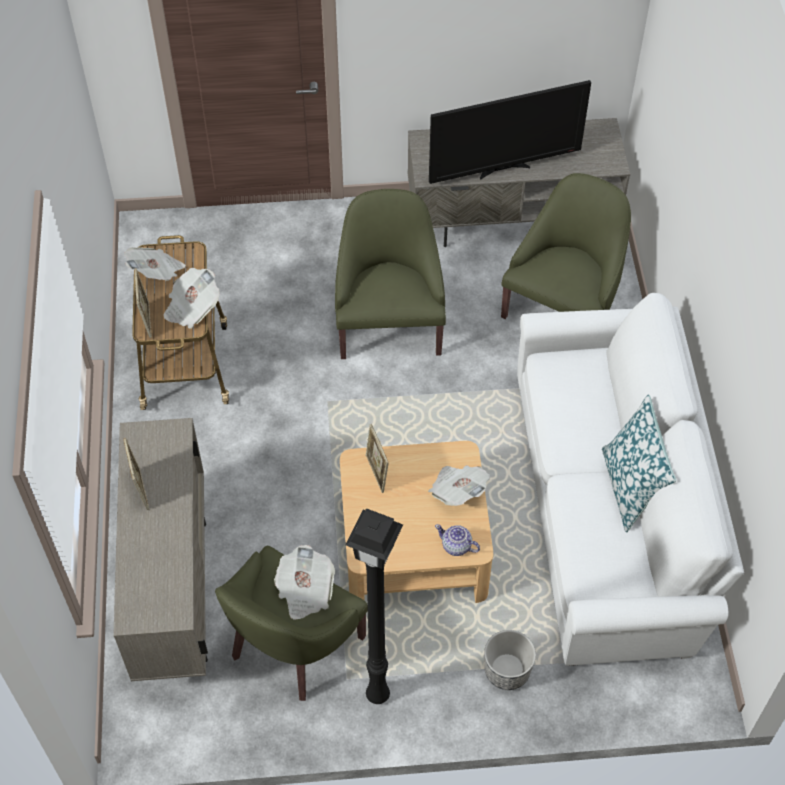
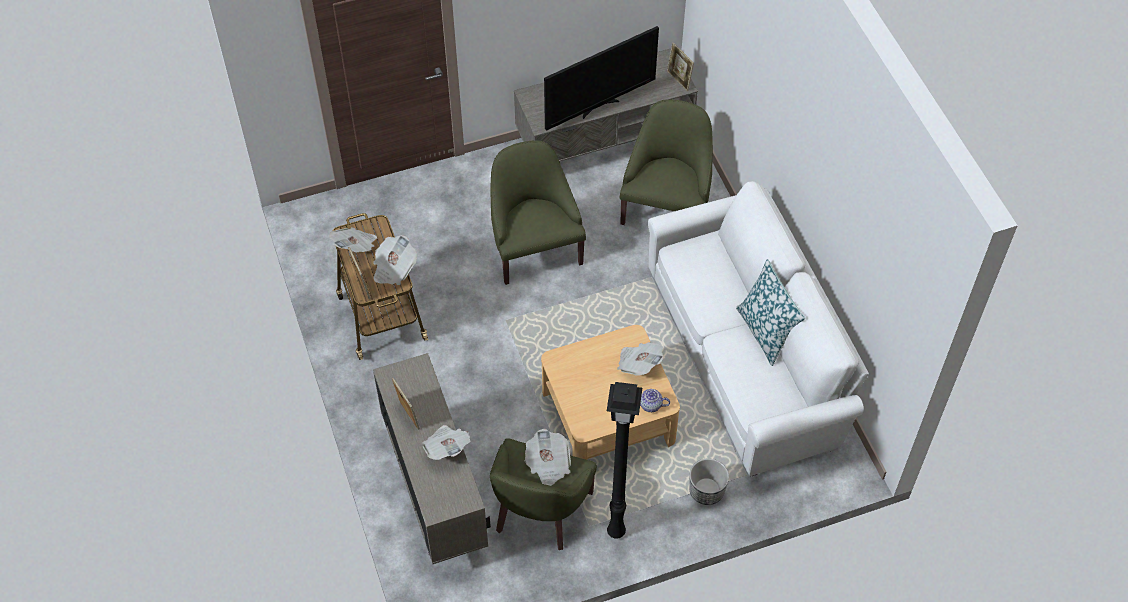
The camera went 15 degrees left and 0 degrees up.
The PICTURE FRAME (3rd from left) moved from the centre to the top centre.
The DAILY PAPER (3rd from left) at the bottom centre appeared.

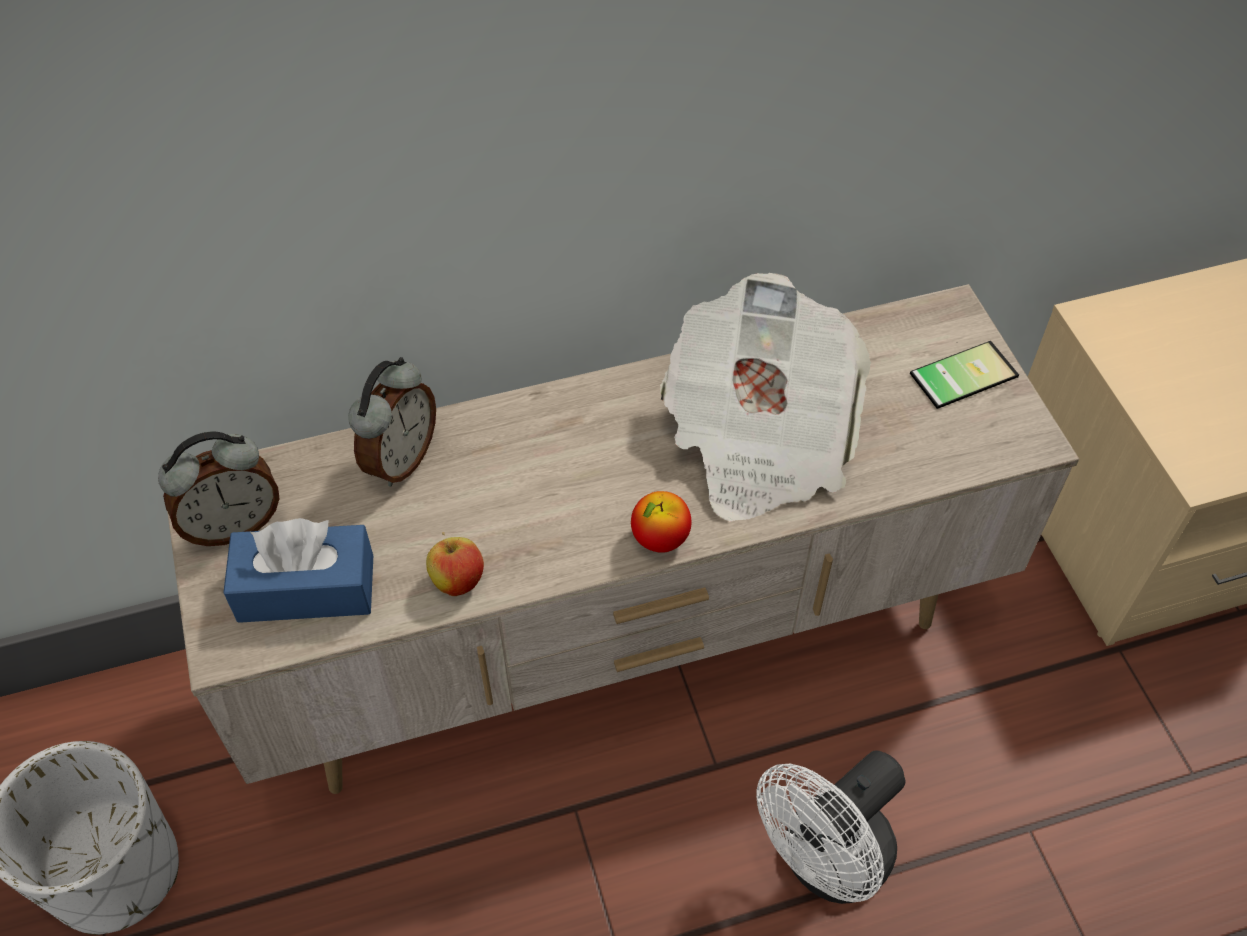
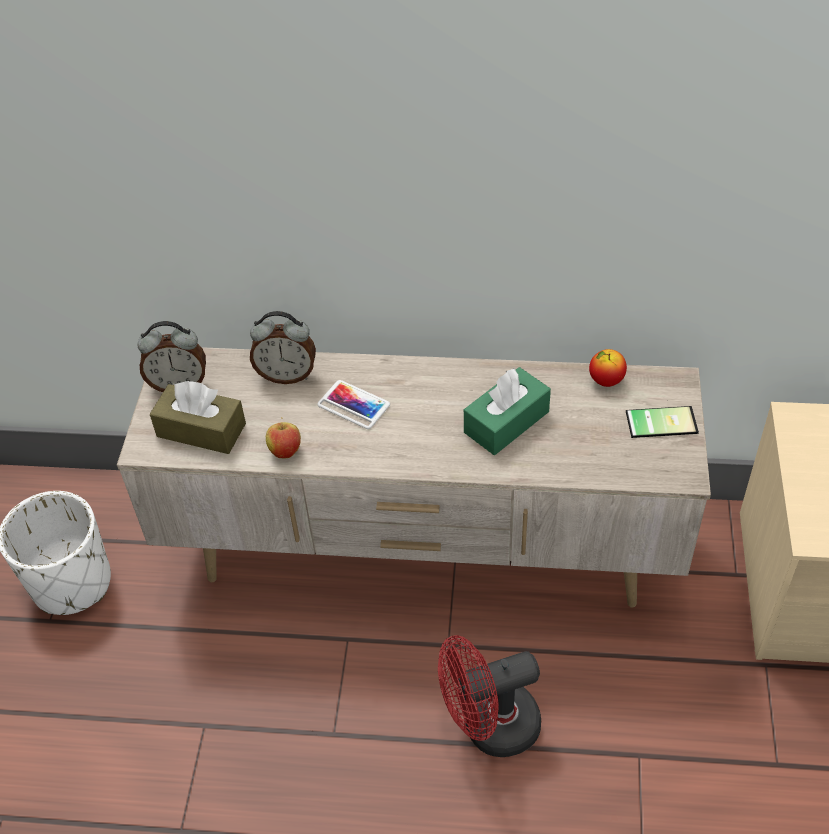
The camera went 25 degrees right and 5 degrees down.
The DAILY PAPER at the centre was replaced by the GREEN-COLOURED TISSUE BOX at the centre.
The ALARM CLOCK (2nd from left) at the middle left turned 45 degrees clockwise.
The WHOLE APPLE (2nd from left) moved from the centre to the middle right.
The BLUE-COLOURED TISSUE BOX at the middle left became the BROWNISH TISSUE BOX at the middle left.
The WHITE-COLOURED COOLING FAN at the bottom centre became the RED COOLING FAN at the bottom centre.
The TELEPHONE (1st from left) at the centre appeared.

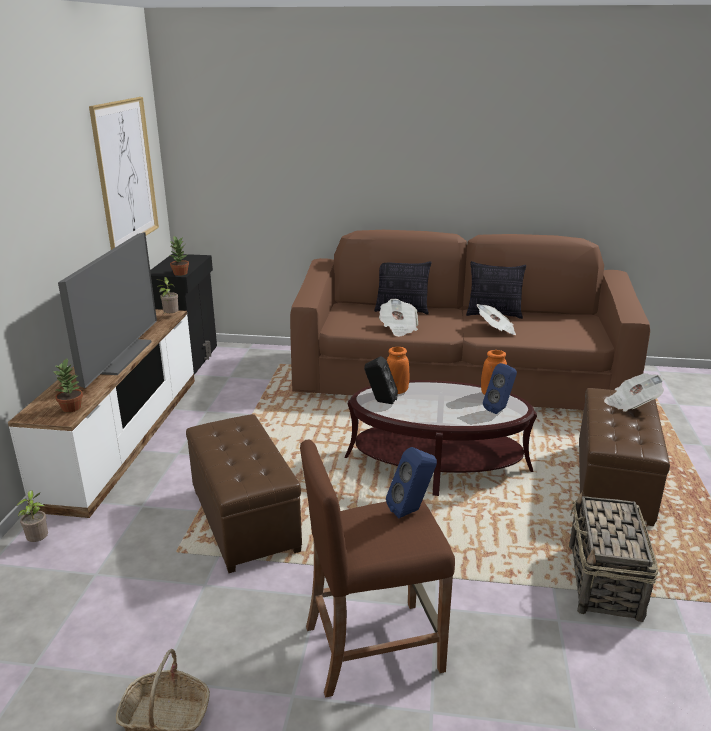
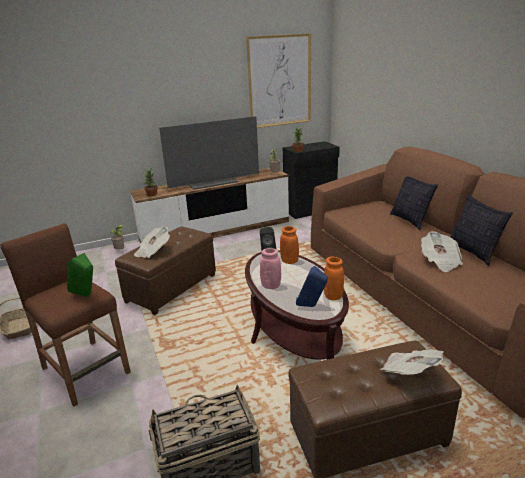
The camera went 60 degrees right and 0 degrees up.
The DAILY PAPER (1st from left) moved from the centre to the middle left.
The BLUE-COLOURED SPEAKER (1st from left) at the centre became the GREEN-COLOURED SPEAKER at the middle left.
The PINK-COLOURED FLOWER VASE at the centre appeared.

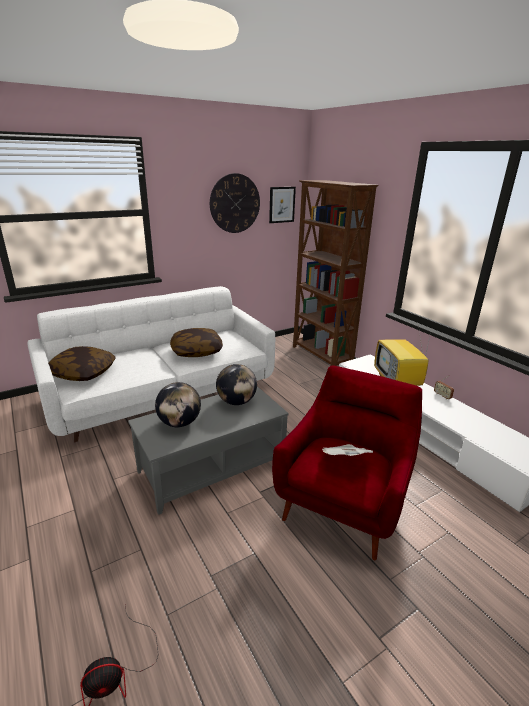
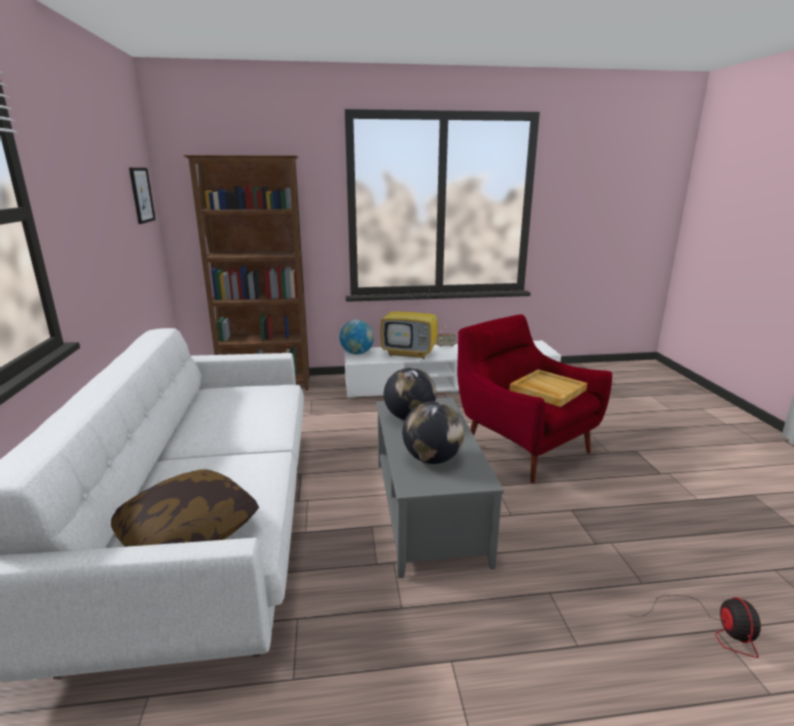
The camera went 65 degrees left and 5 degrees down.
The WALL CLOCK at the top centre disappeared.
The CUSHION (2nd from left) at the centre disappeared.
The DAILY PAPER at the centre was replaced by the SAND-COLOURED SERVING TRAY at the middle right.
The GLOBE (1st from left) at the centre appeared.

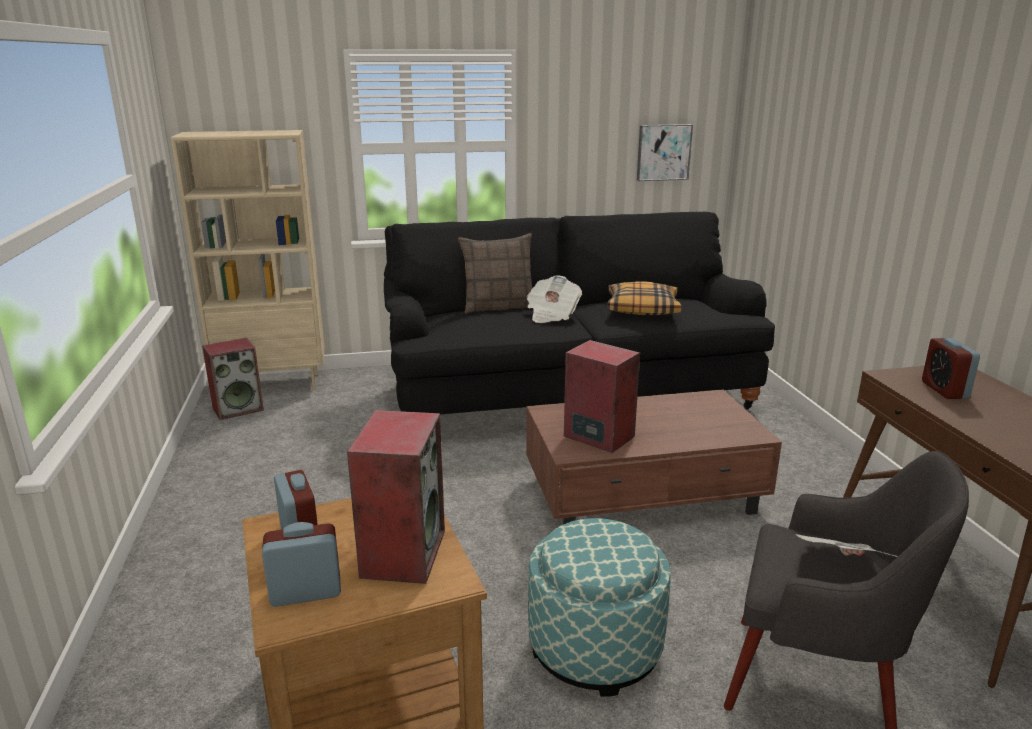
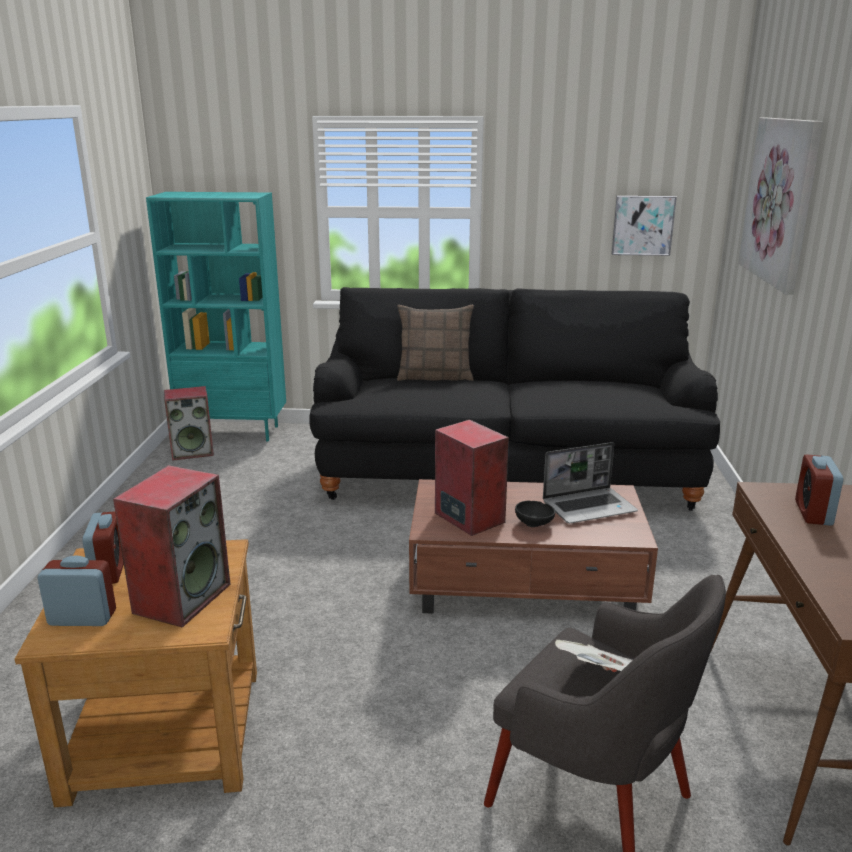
The camera went 15 degrees right and 0 degrees up.
The SAND-COLOURED SHELVING UNIT at the middle left became the TURQUOISE SHELVING UNIT at the middle left.
The DAILY PAPER (1st from left) at the centre disappeared.
The CUSHION (2nd from left) at the centre disappeared.
The FOOTREST at the bottom centre disappeared.
The PICTURE (2nd from left) at the top right appeared.
The NOTEBOOK COMPUTER at the middle right appeared.
The BLACK-COLOURED SERVING BOWL at the centre appeared.

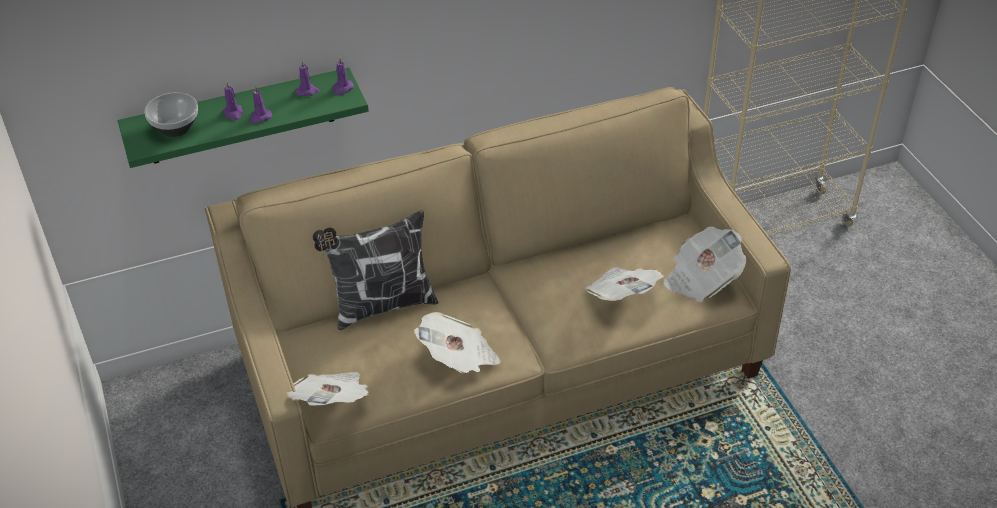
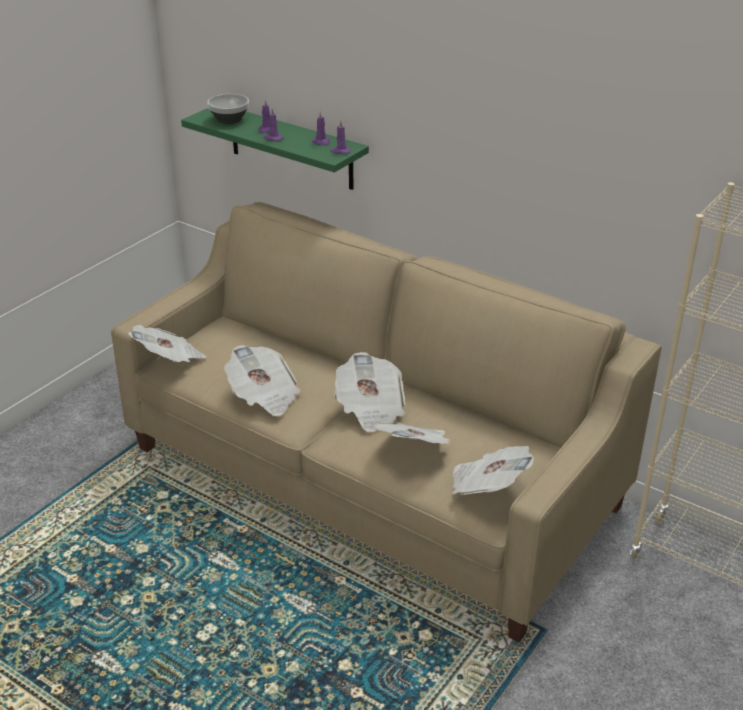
The camera went 55 degrees right and 10 degrees down.
The CUSHION at the centre disappeared.
The DAILY PAPER (3rd from left) at the centre appeared.

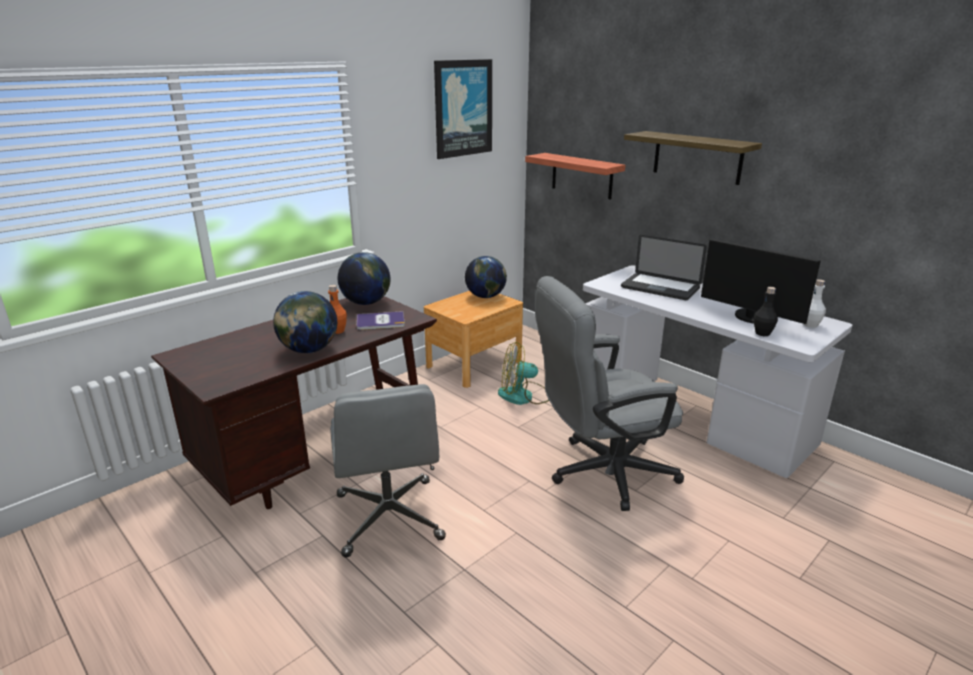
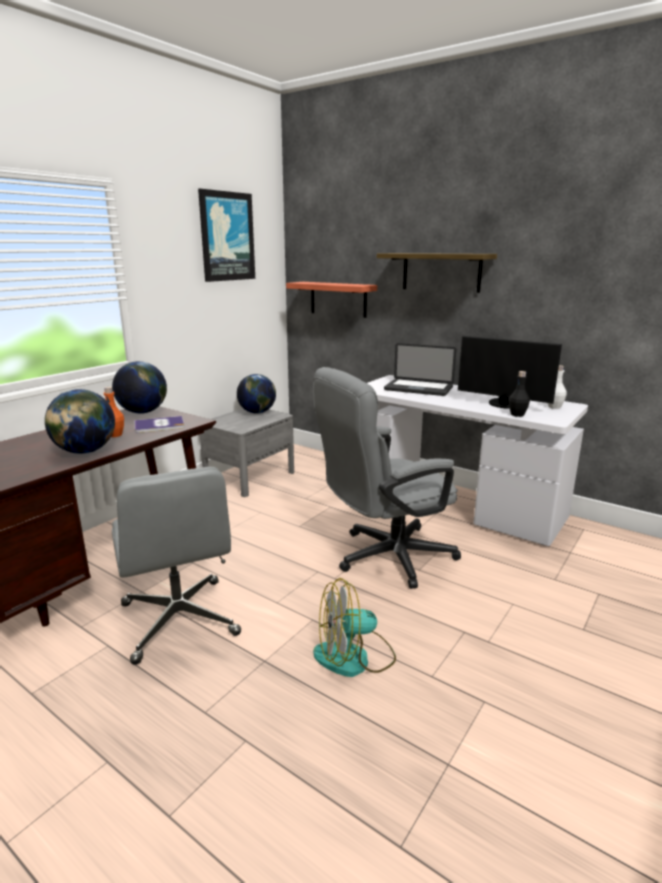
The camera went 10 degrees left and 5 degrees down.
The BROWNISH NIGHT TABLE at the centre became the GREYISH NIGHT TABLE at the centre.
The COOLING FAN moved from the centre to the bottom centre.

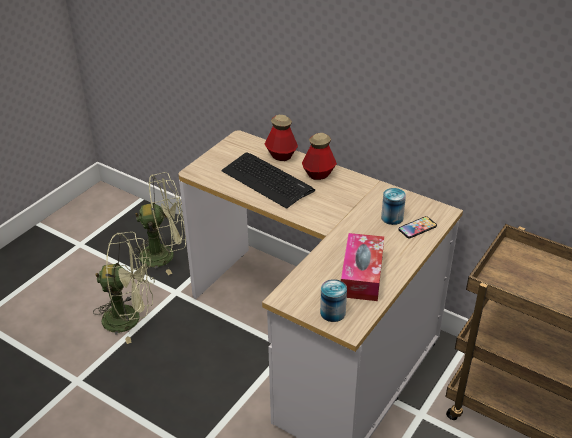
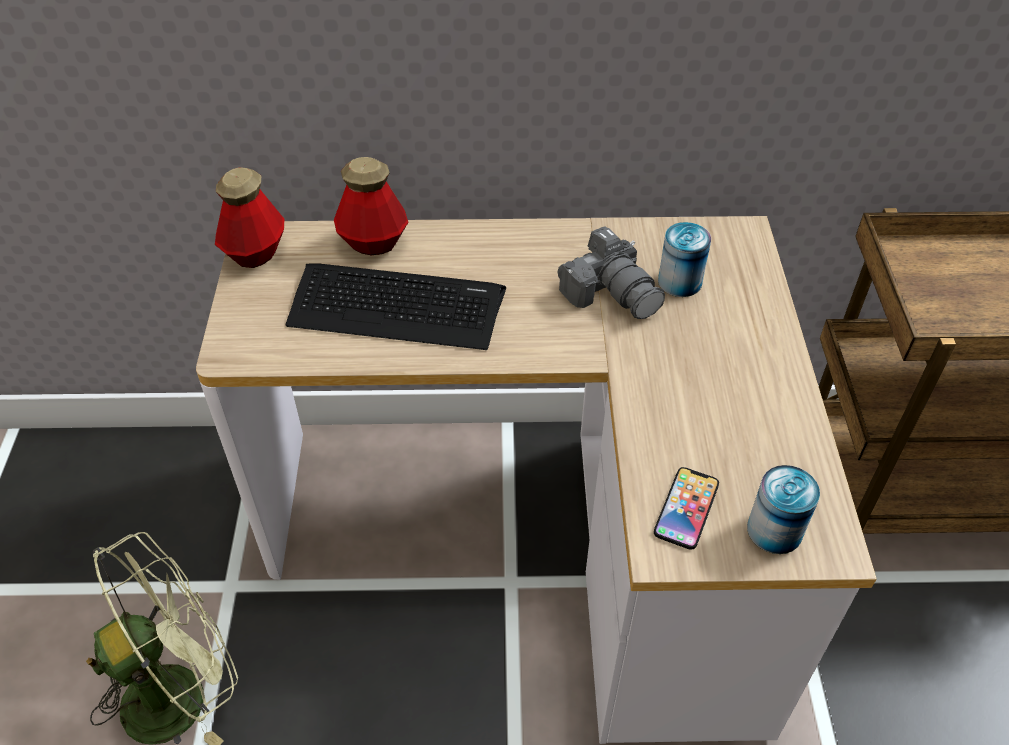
The camera went 35 degrees left and 10 degrees up.
The BOTTLE (2nd from left in the first image) moved from the centre to the top left.
The GREEN-COLOURED COOLING FAN (2nd from left) at the middle left disappeared.
The TELEPHONE moved from the middle right to the bottom right.
The TISSUE BOX at the centre disappeared.
The STILL CAMERA at the centre appeared.

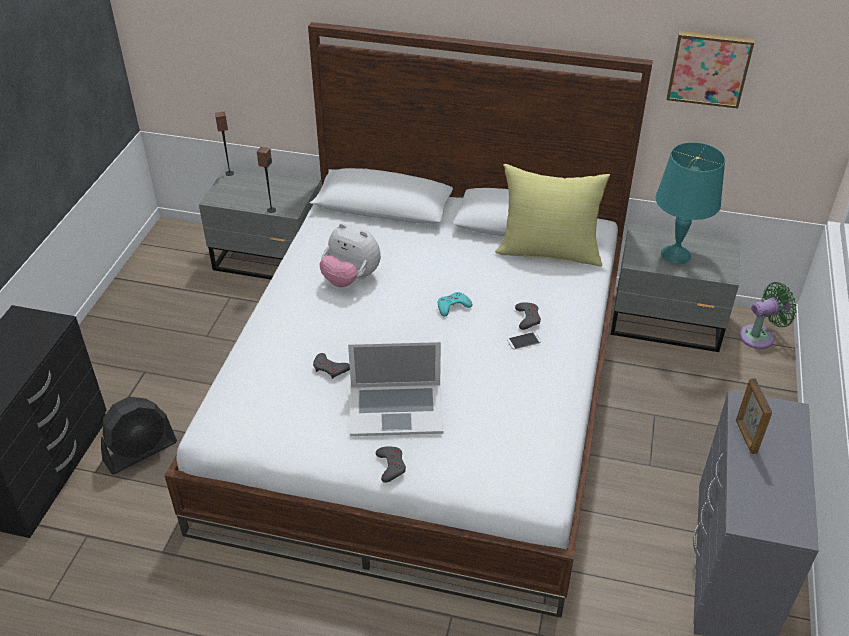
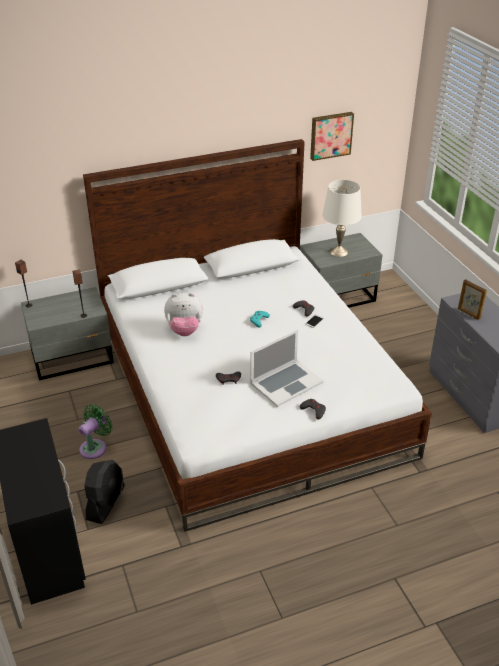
The camera went 35 degrees left and 5 degrees down.
The TURQUOISE TABLETOP LAMP at the top right became the WHITE-COLOURED TABLETOP LAMP at the top right.
The YELLOWISH CUSHION at the centre disappeared.
The GREEN-COLOURED COOLING FAN moved from the middle right to the middle left.

